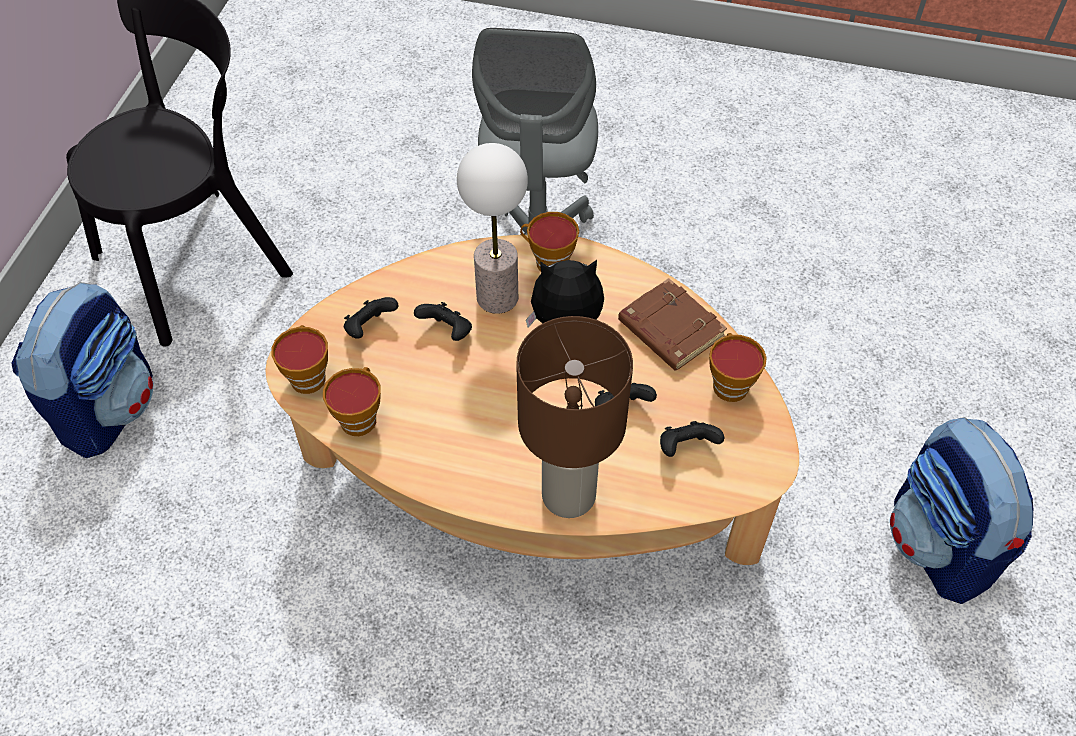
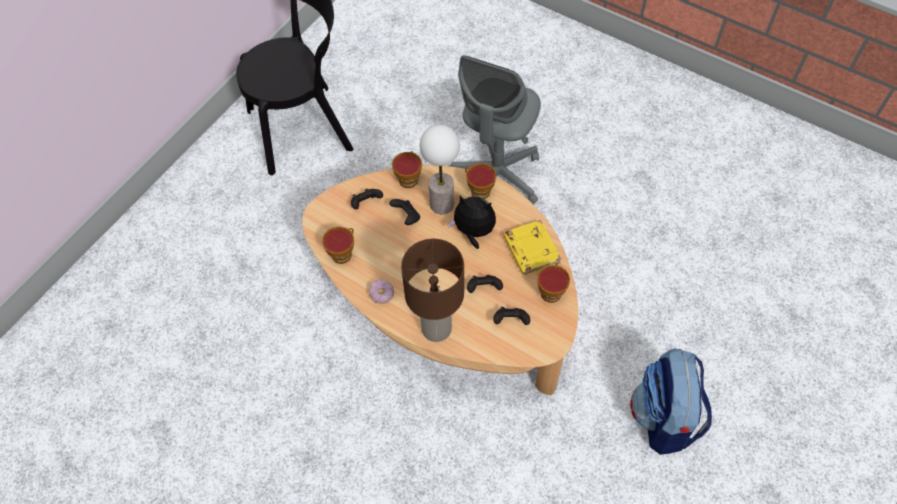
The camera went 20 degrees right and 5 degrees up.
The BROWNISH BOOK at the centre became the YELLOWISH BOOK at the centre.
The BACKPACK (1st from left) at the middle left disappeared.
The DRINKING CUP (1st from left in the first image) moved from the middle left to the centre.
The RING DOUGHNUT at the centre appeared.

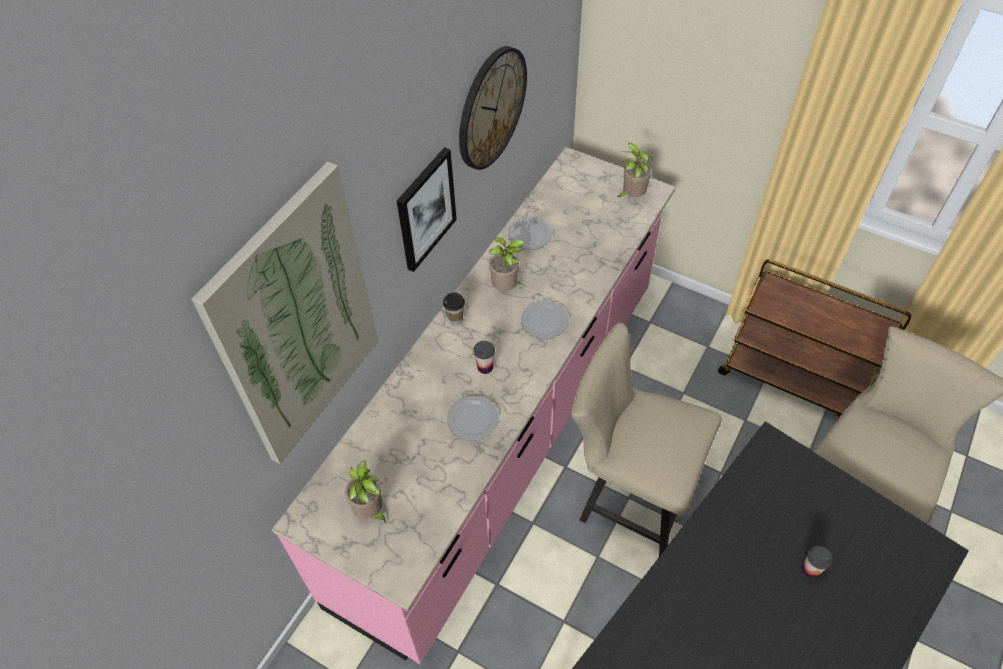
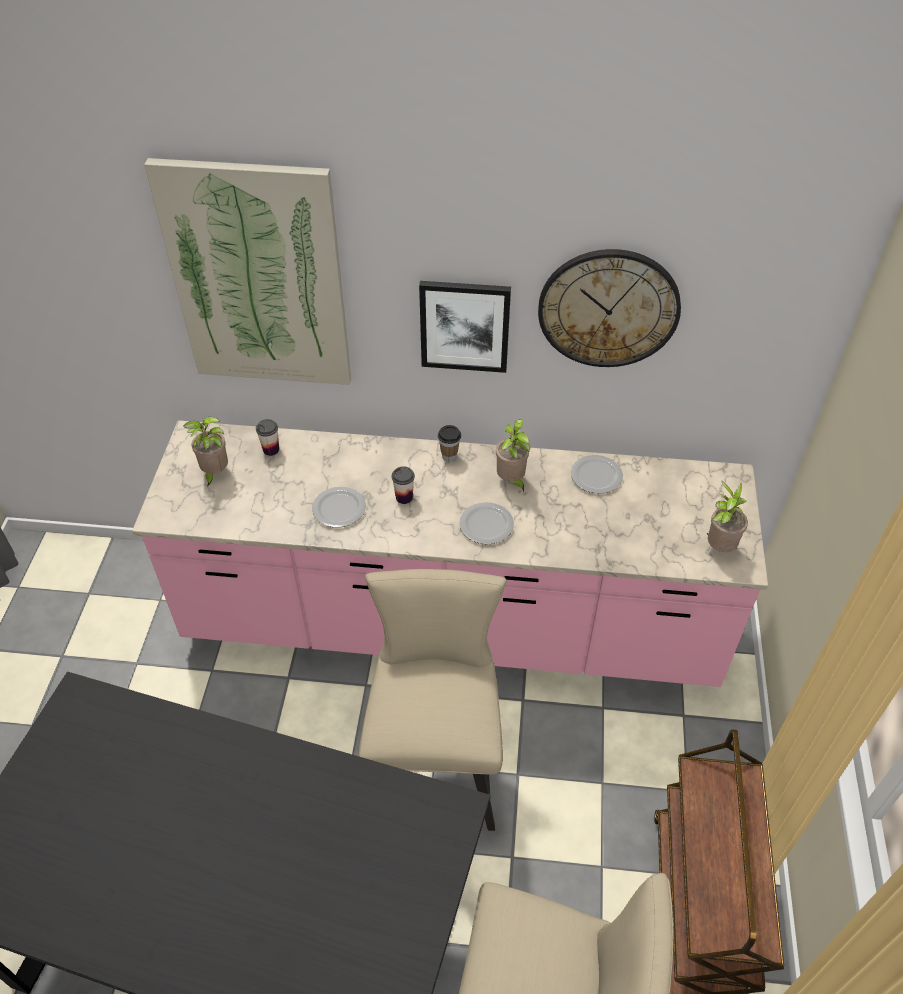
The camera went 65 degrees right and 5 degrees down.
The DRINKING CUP (3rd from left in the first image) moved from the bottom right to the middle left.

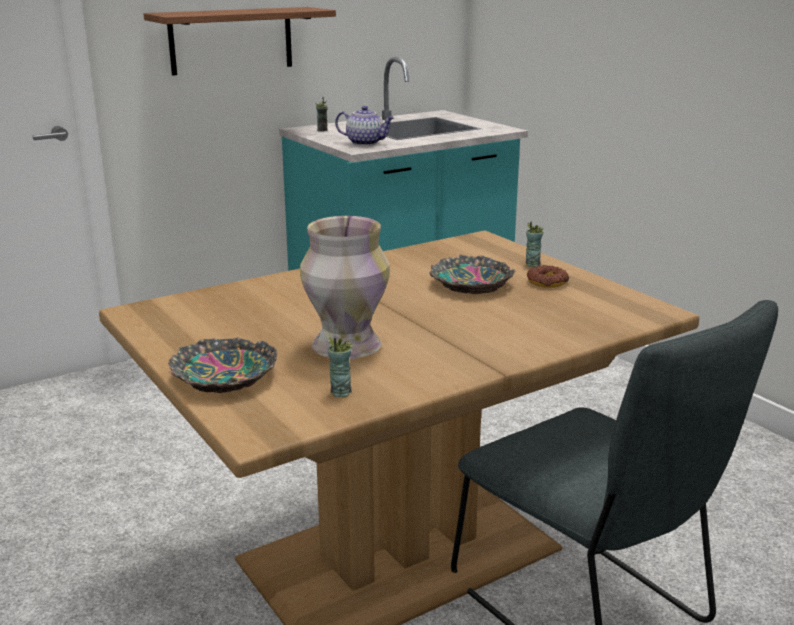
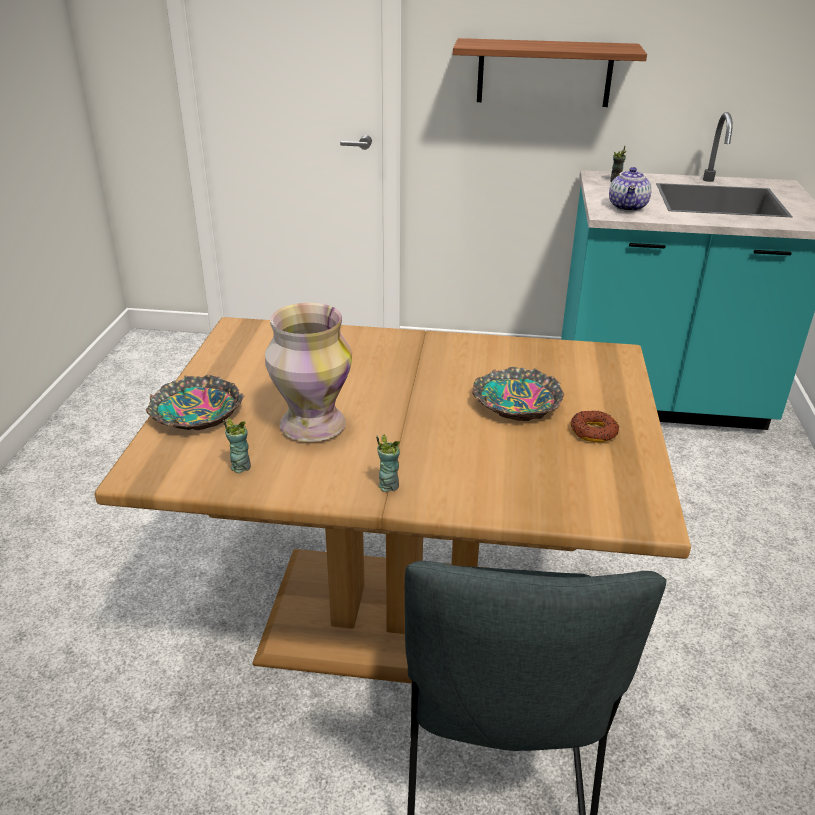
The camera went 40 degrees right and 10 degrees up.
The TEA POT at the top centre turned 45 degrees clockwise.
The DRINKING CUP (3rd from left in the first image) moved from the middle right to the centre.

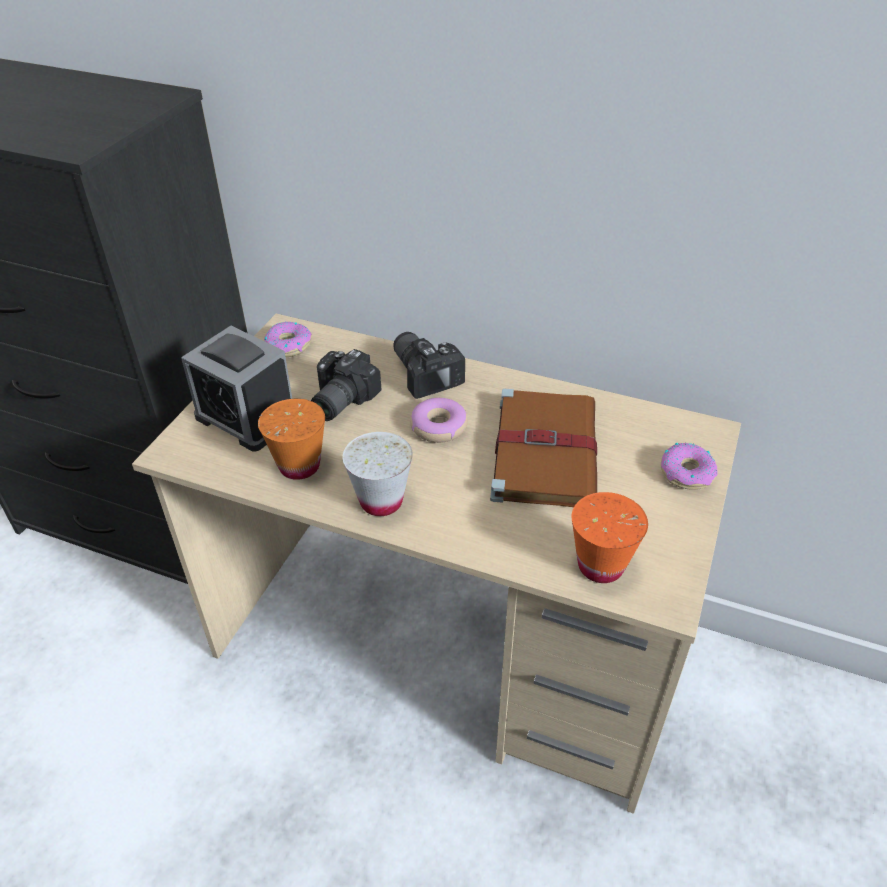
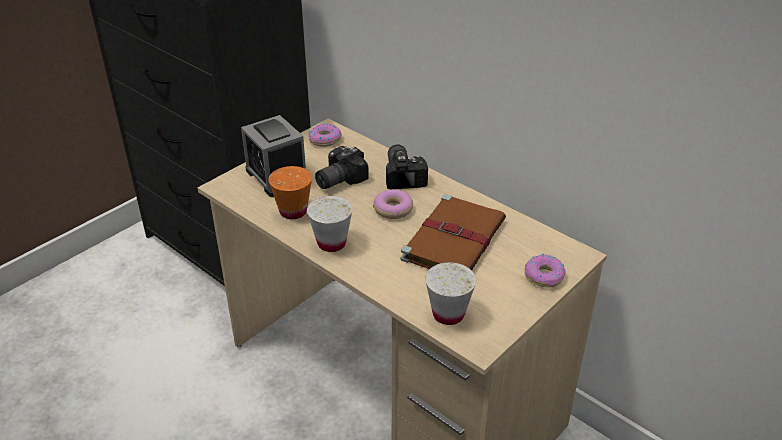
The camera went 20 degrees right and 5 degrees down.
The ORANGE-COLOURED DRINKING CUP (2nd from left) at the middle right became the WHITE-COLOURED DRINKING CUP (2nd from left) at the centre.

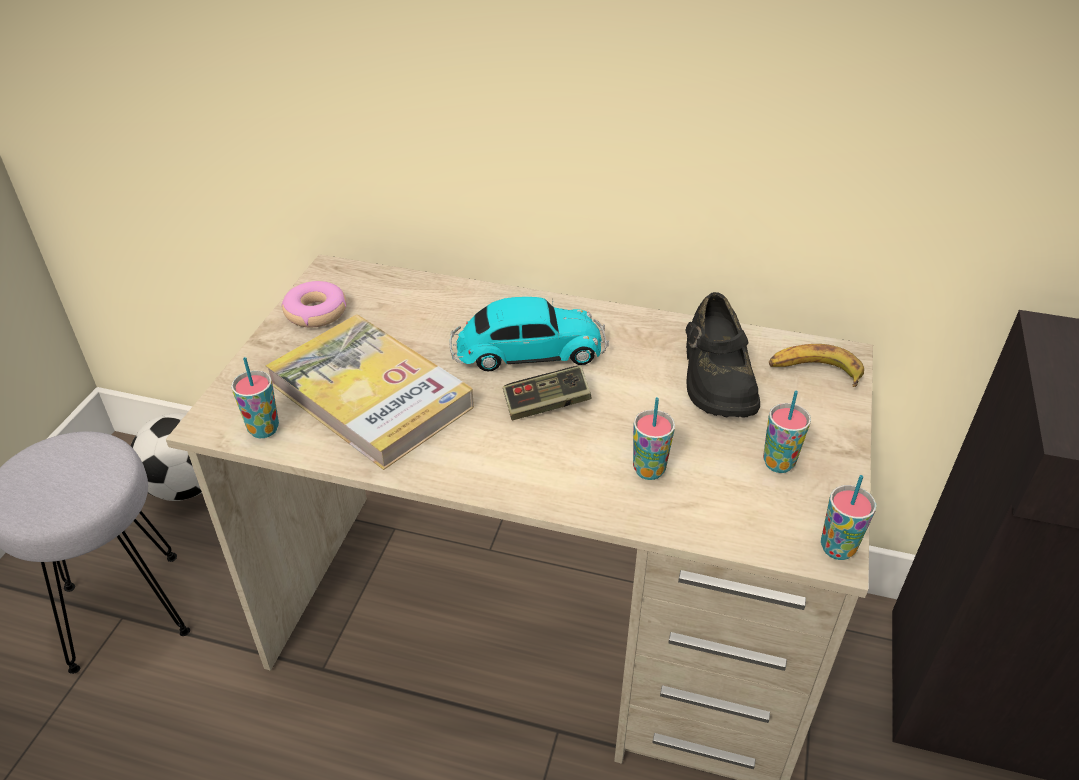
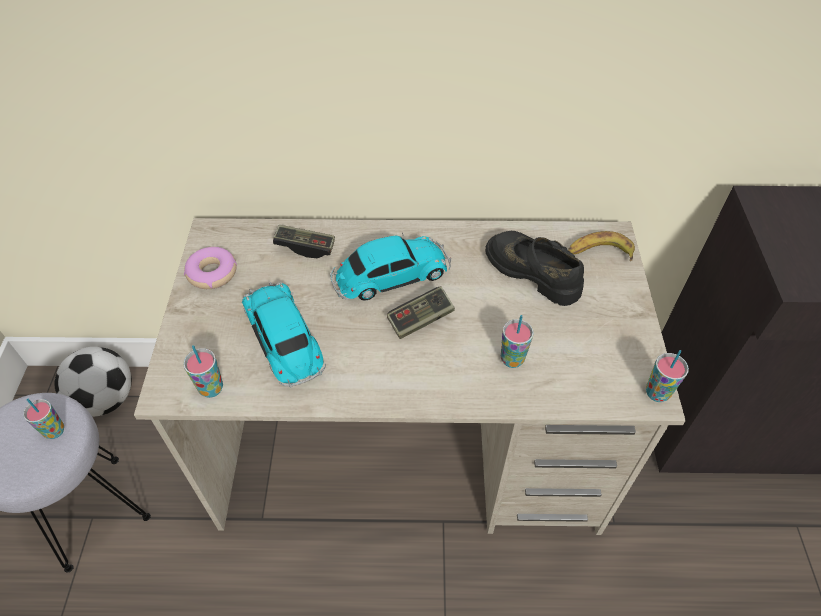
The camera went 15 degrees left and 10 degrees up.
The BLACK-COLOURED SHOE at the middle right turned 150 degrees clockwise.
The BOOK at the centre was replaced by the MODEL CAR (1st from left) at the centre.
The DRINKING CUP (3rd from left in the first image) moved from the middle right to the bottom left.
The JOYPAD (1st from left) at the centre appeared.

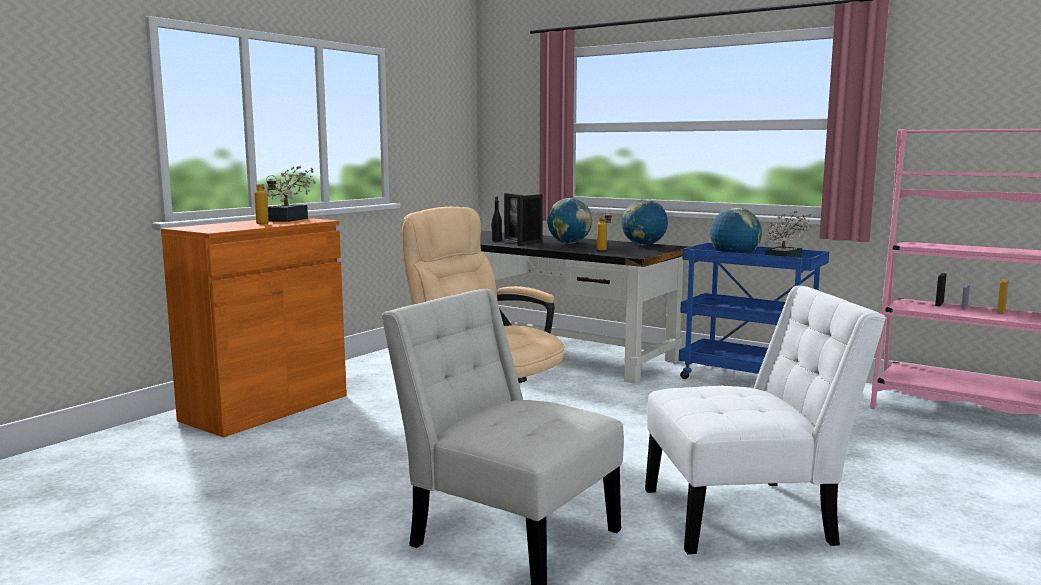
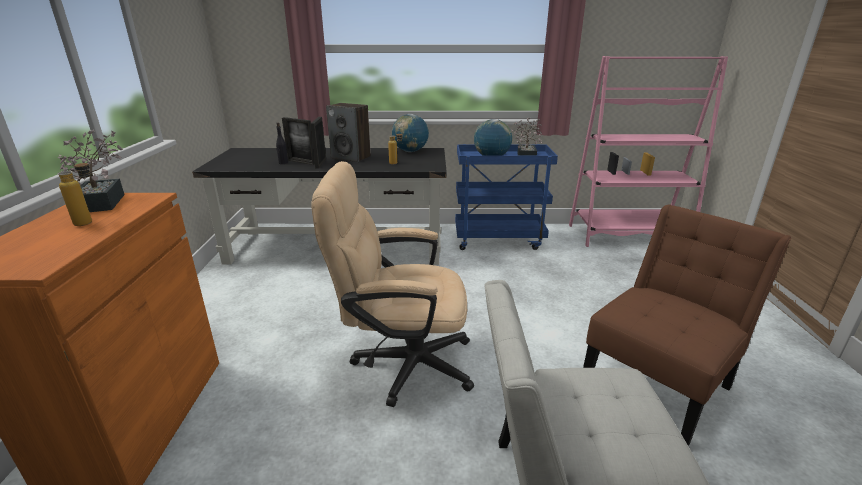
The camera went 35 degrees left and 15 degrees up.
The GLOBE (1st from left) at the centre was replaced by the SPEAKER at the top centre.
The WHITE-COLOURED CHAIR (2nd from left) at the bottom right became the BROWNISH CHAIR at the bottom right.

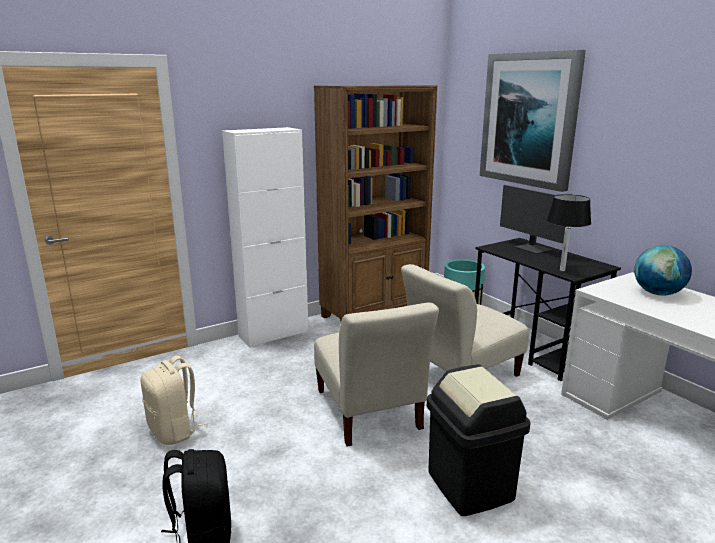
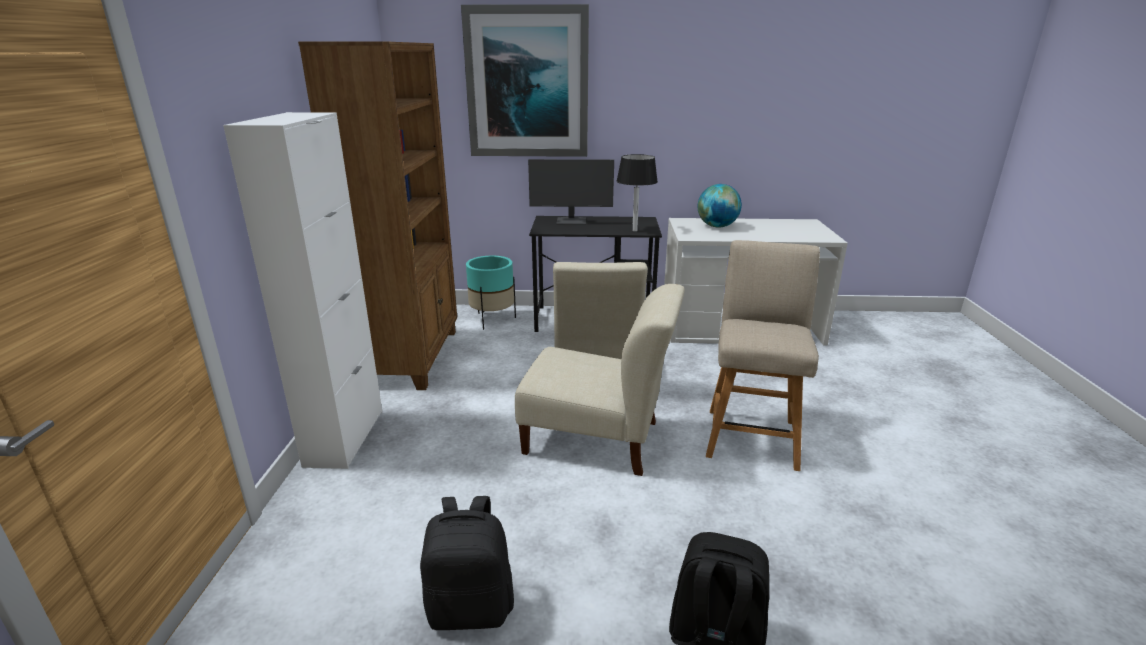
The camera went 55 degrees left and 5 degrees up.
The SAND-COLOURED BACKPACK at the bottom left became the BLACK-COLOURED BACKPACK (1st from left) at the bottom centre.
The BLACK-COLOURED RUBBISH BIN at the bottom right was replaced by the SAND-COLOURED CHAIR (3rd from left) at the centre.

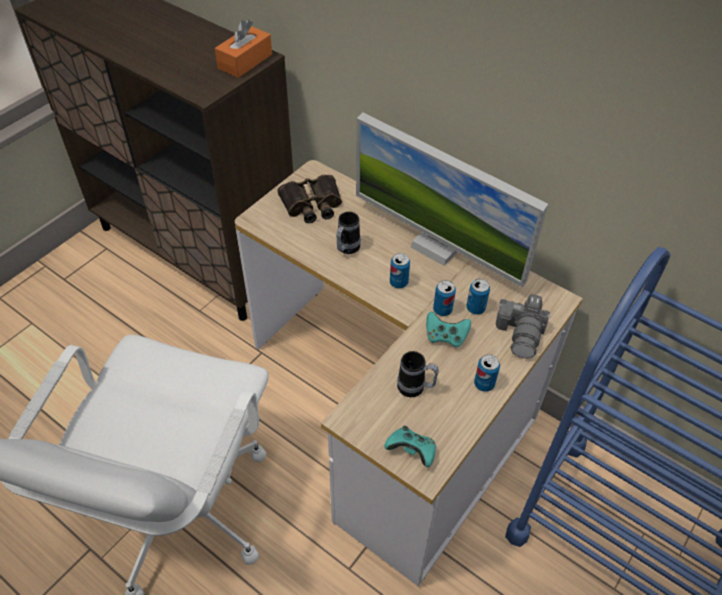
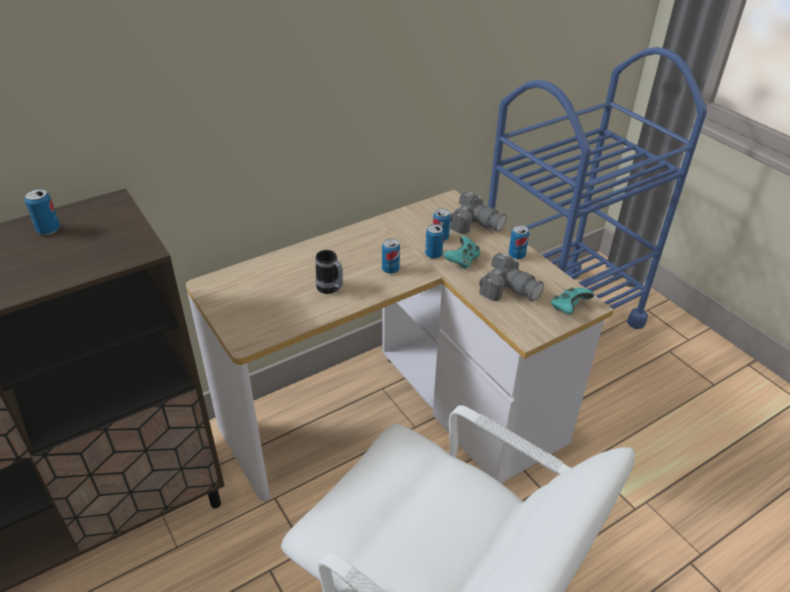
The camera went 70 degrees left and 10 degrees down.
The ORANGE-COLOURED TISSUE BOX at the top centre disappeared.
The MONITOR at the centre disappeared.
The BINOCULARS at the centre disappeared.
The TEA MUG (2nd from left) at the centre was replaced by the STILL CAMERA (2nd from left) at the centre.
The CAN (1st from left) at the middle left appeared.

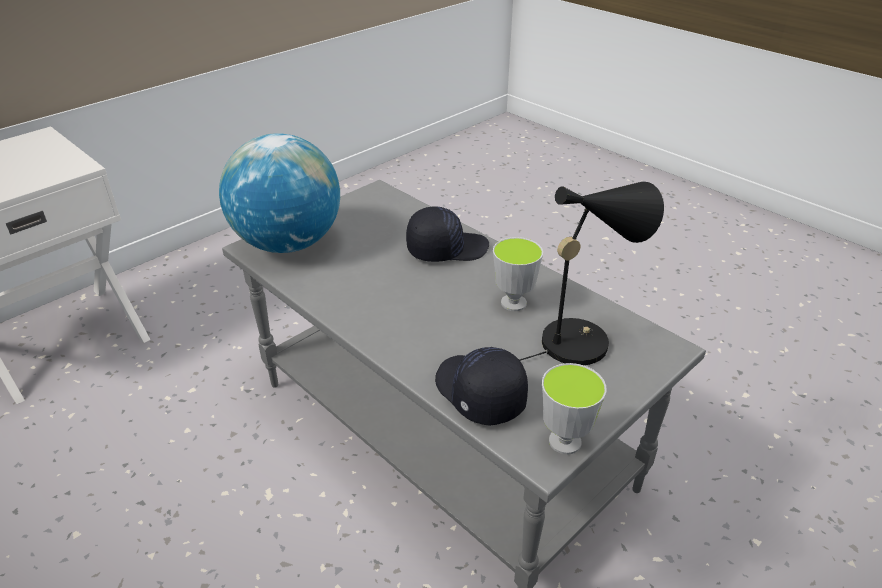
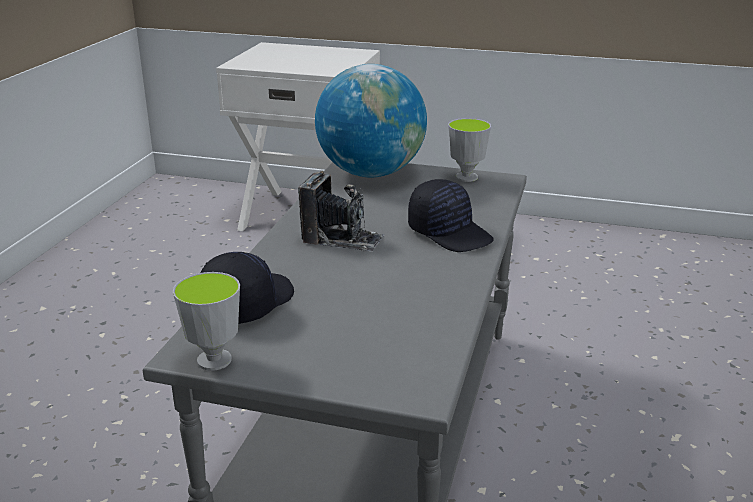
The camera went 60 degrees right and 10 degrees down.
The BLACK-COLOURED TABLETOP LAMP at the middle right disappeared.
The DRINKING CUP (1st from left in the first image) moved from the centre to the top centre.
The STILL CAMERA at the centre appeared.

